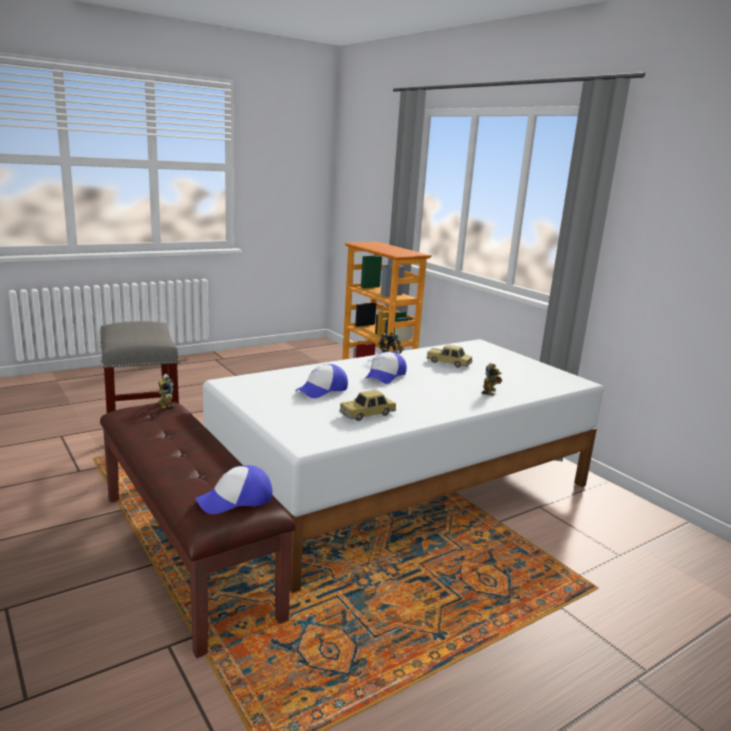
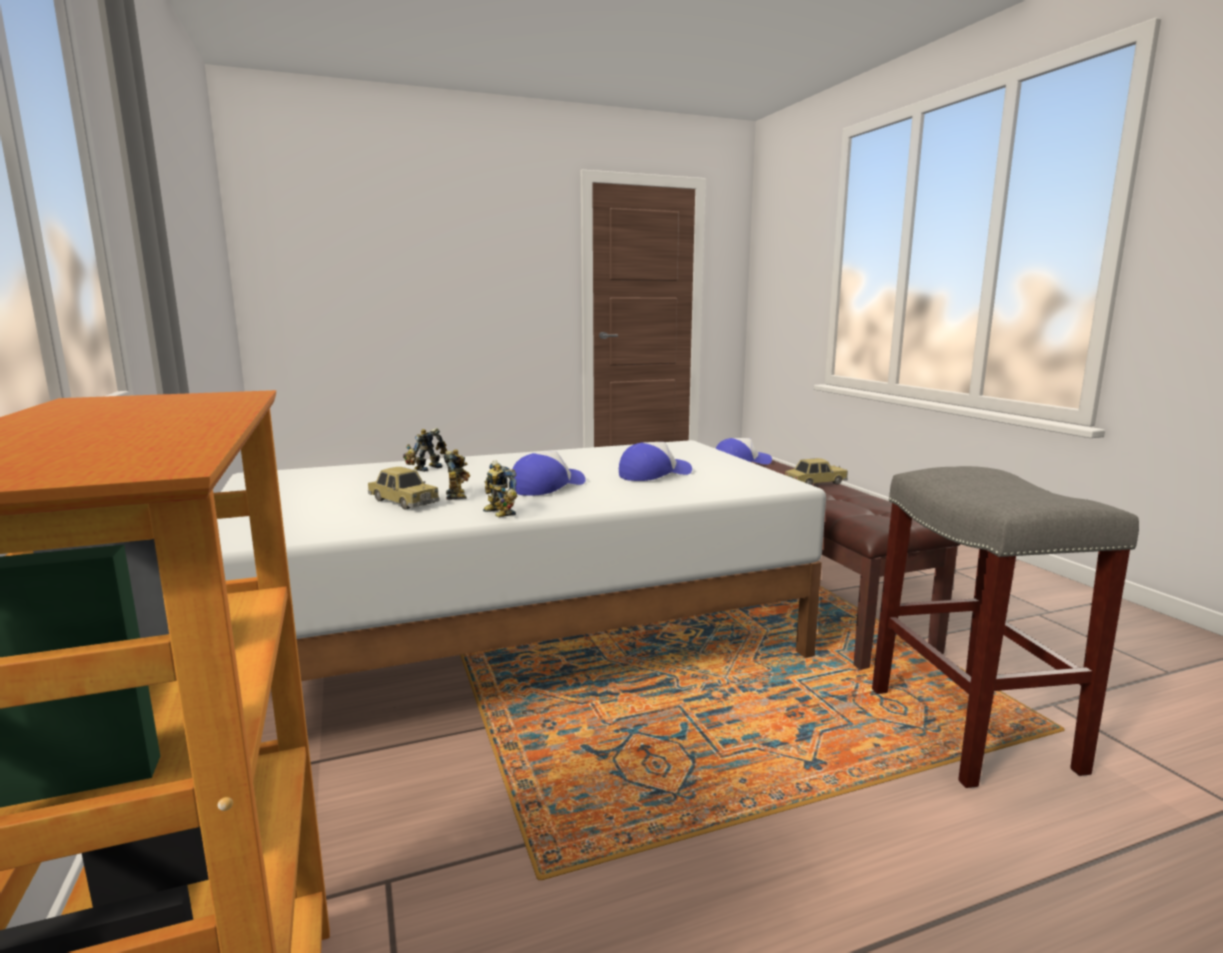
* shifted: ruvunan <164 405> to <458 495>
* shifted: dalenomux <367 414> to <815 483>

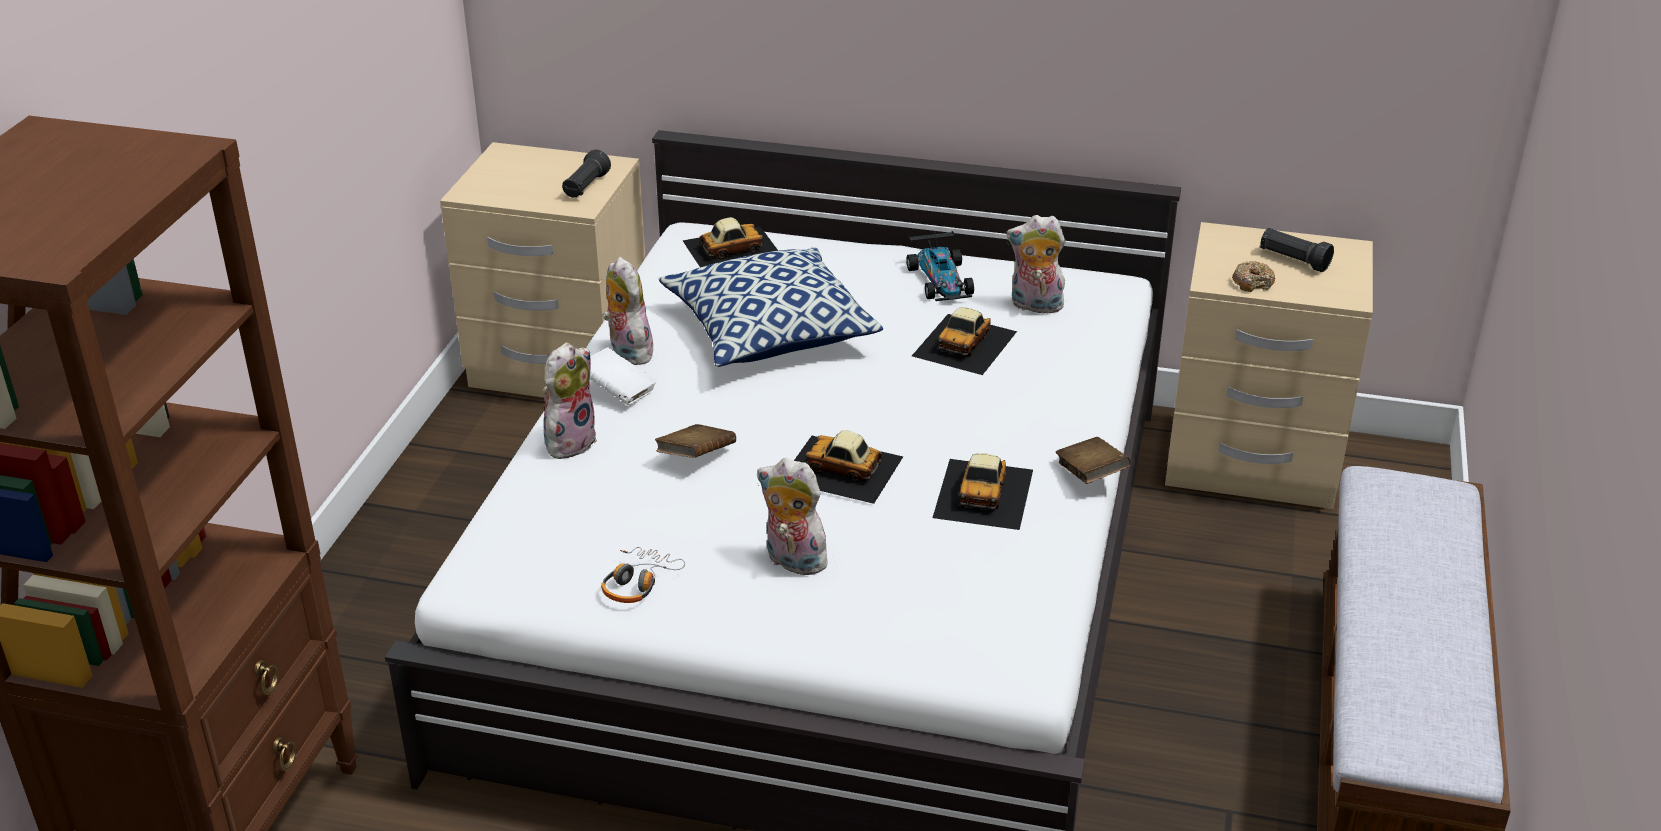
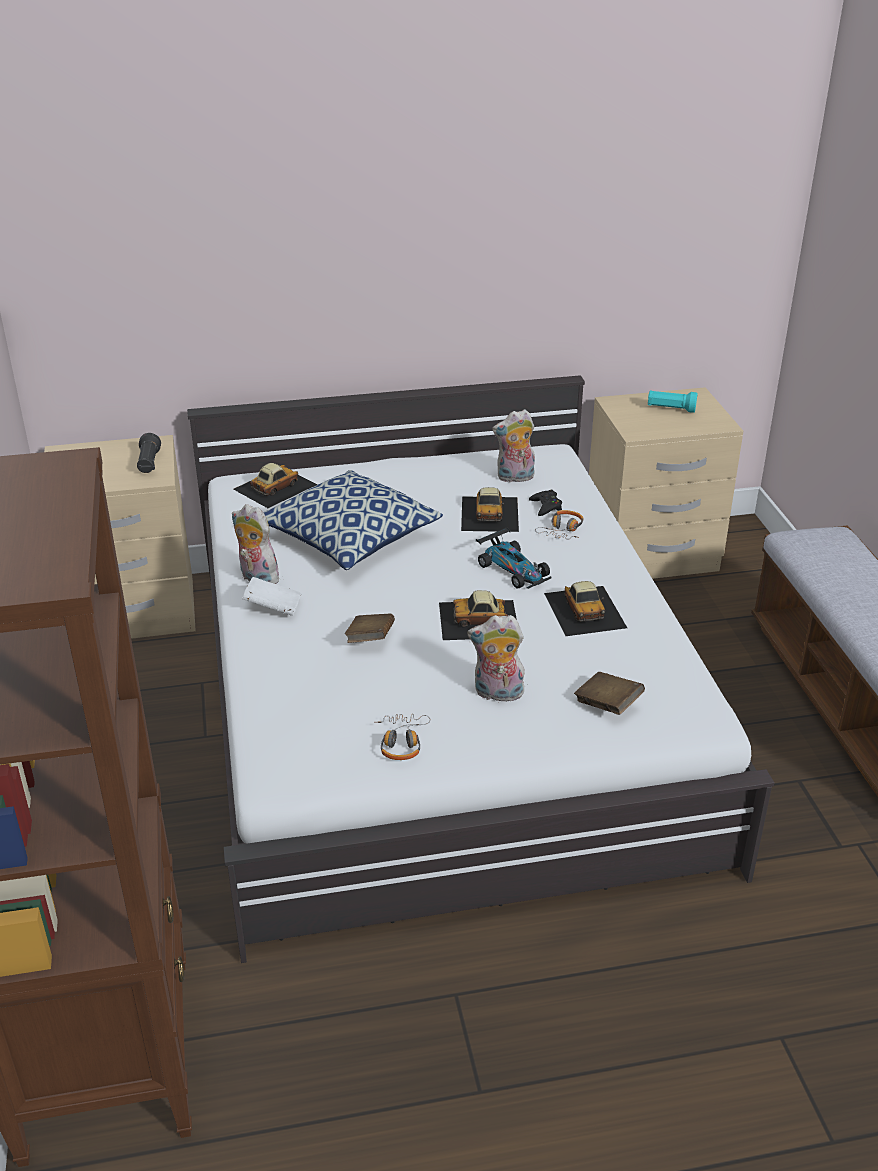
* gone: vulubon <570 441>
* shifted: dalenomux <941 280> to <513 569>
* shifted: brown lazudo <1090 475> to <607 705>
* gone: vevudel <1252 283>
* repainted: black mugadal <1293 260> to turquoise mugadal <670 409>
* new: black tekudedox <546 506>
* new: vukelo <562 530>

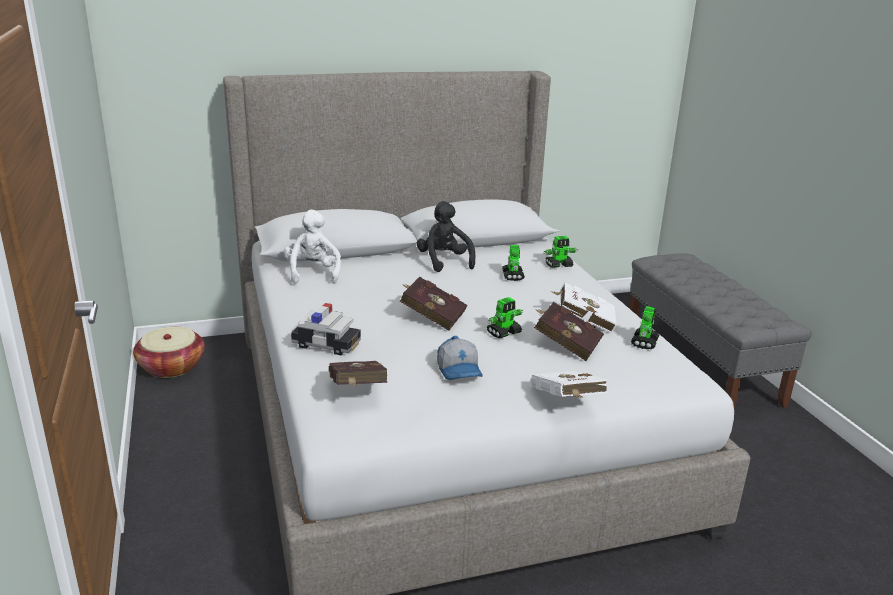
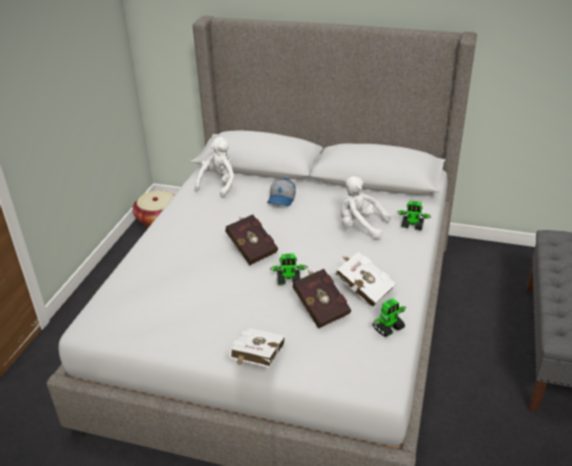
* gone: dalenomux <326 344>
* gone: red lazudo <357 391>
* gone: black vulubon <444 262>
* shifted: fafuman <460 370> to <282 199>
* swapped: ruvunan <512 276> to white vulubon <360 226>

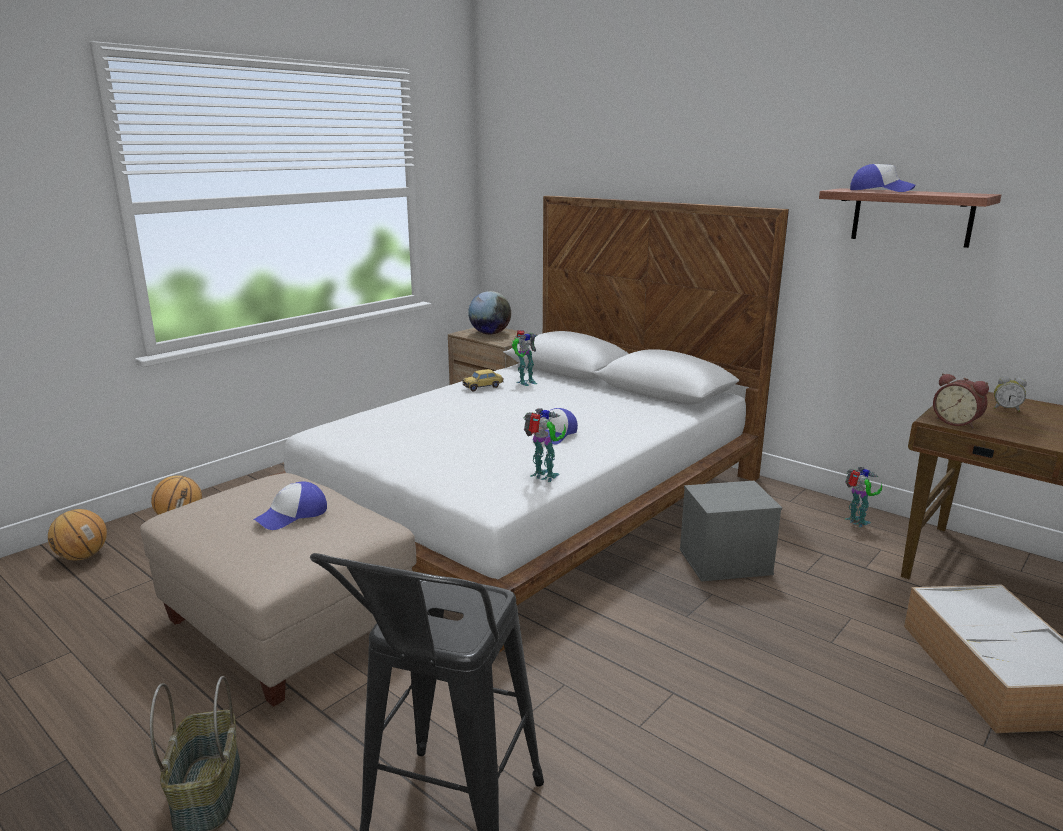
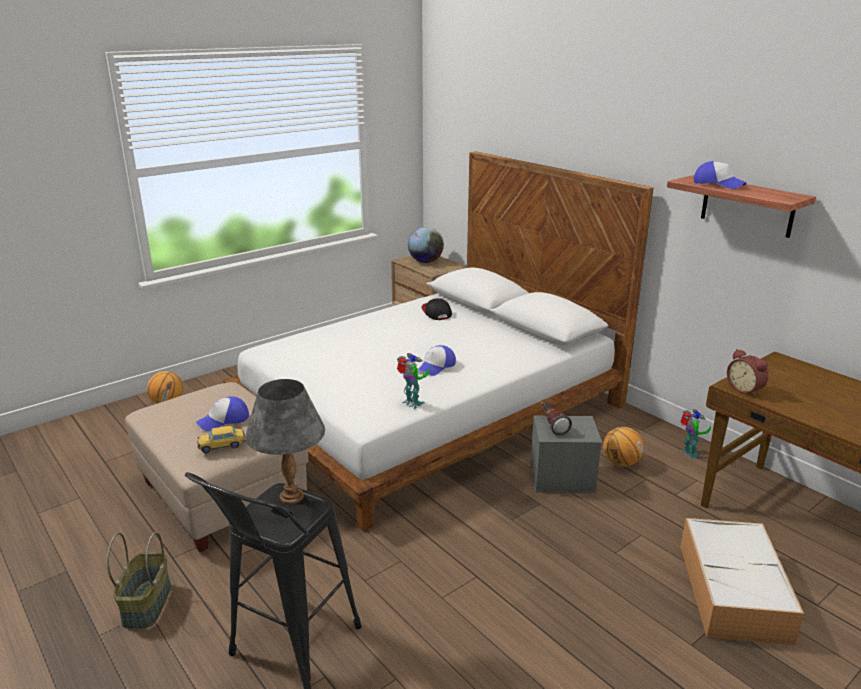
* shifted: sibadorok <82 556> to <620 463>
* shifted: dalenomux <483 387> to <222 446>
* swapped: ruvunan <525 382> to fafuman <436 312>
* gone: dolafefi <1006 409>
* new: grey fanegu <292 496>
* new: mugadal <551 424>

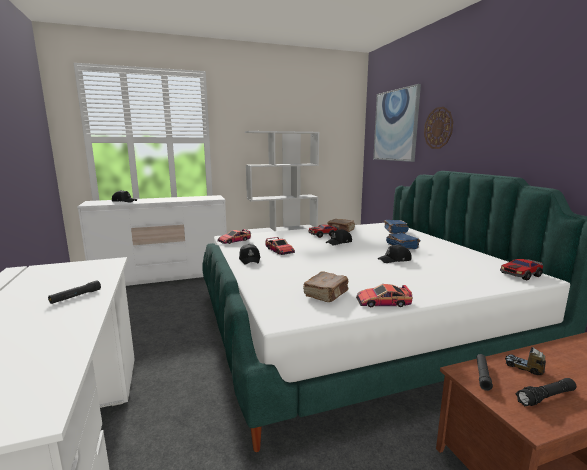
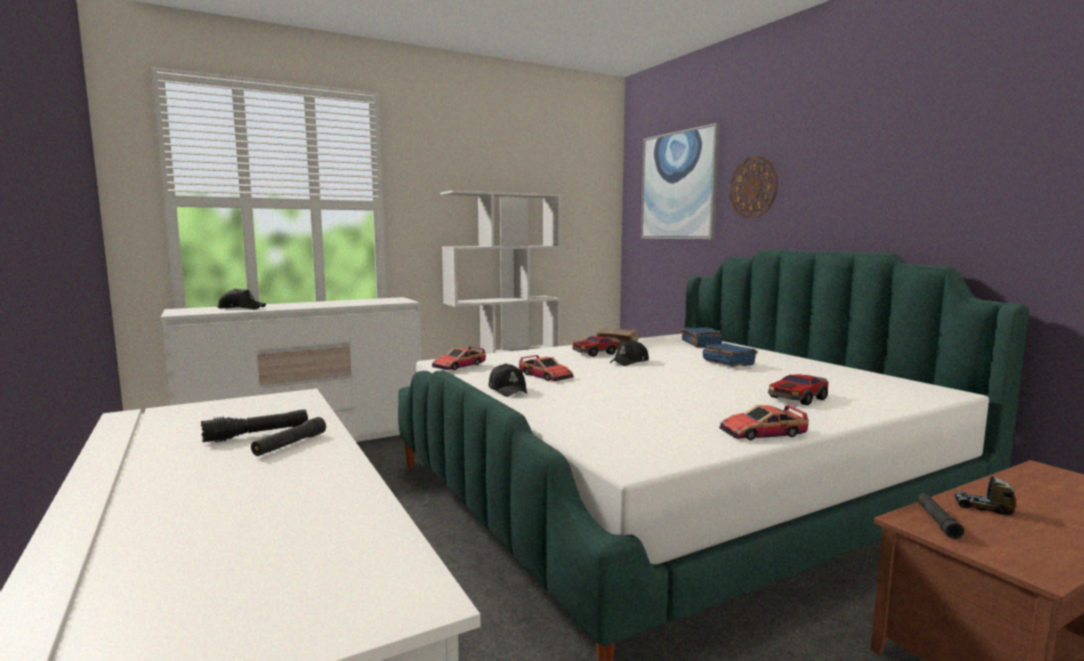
* gone: brown lazudo <326 294>
* gone: black fafuman <395 260>
* shifted: dalenomux <521 274> to <798 398>
* shifted: black mugadal <546 397> to <257 434>

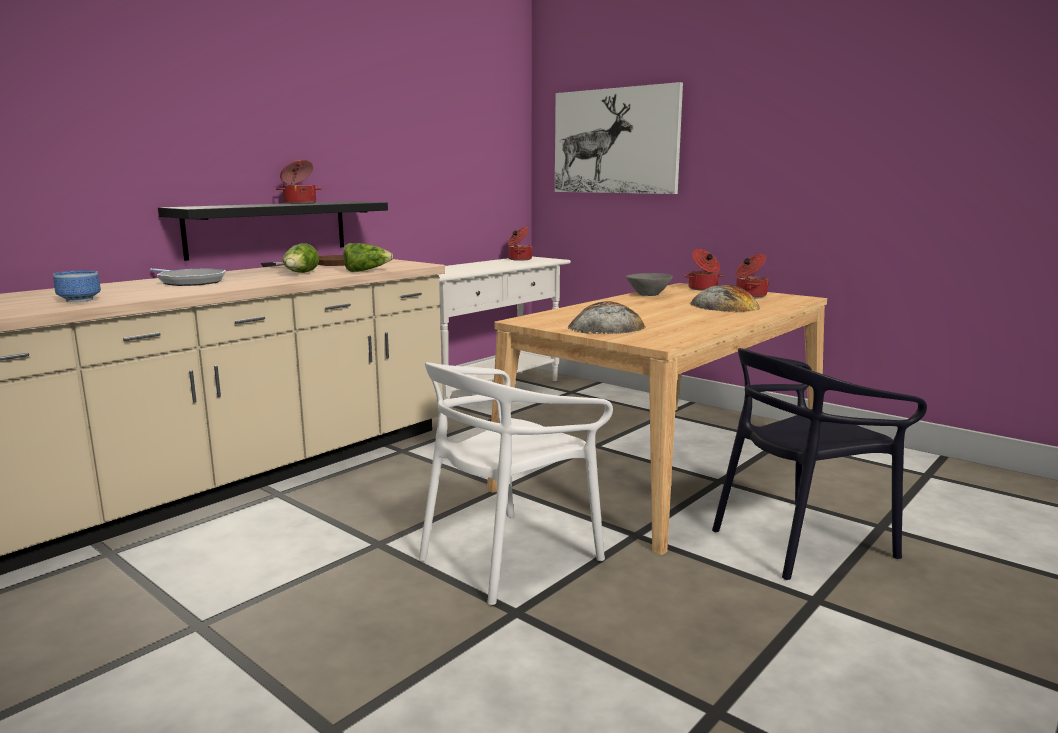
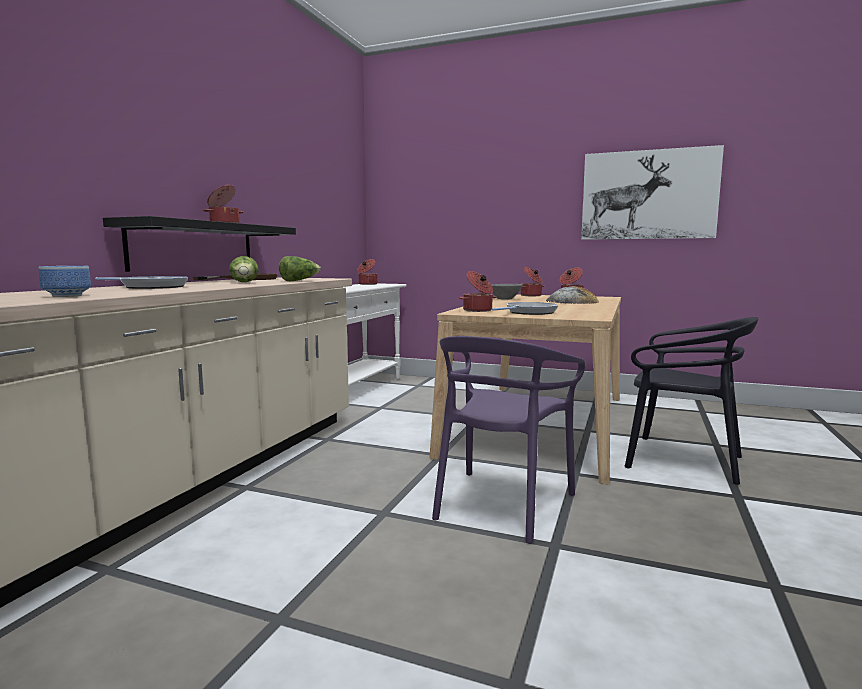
* repainted: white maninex <509 556> to purple maninex <502 504>
* shifted: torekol <615 141> to <648 195>
* swapped: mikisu <606 326> to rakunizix <528 312>
* rotated: black maninex <800 540> = <682 460> 105 degrees counterclockwise
* new: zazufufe <478 310>

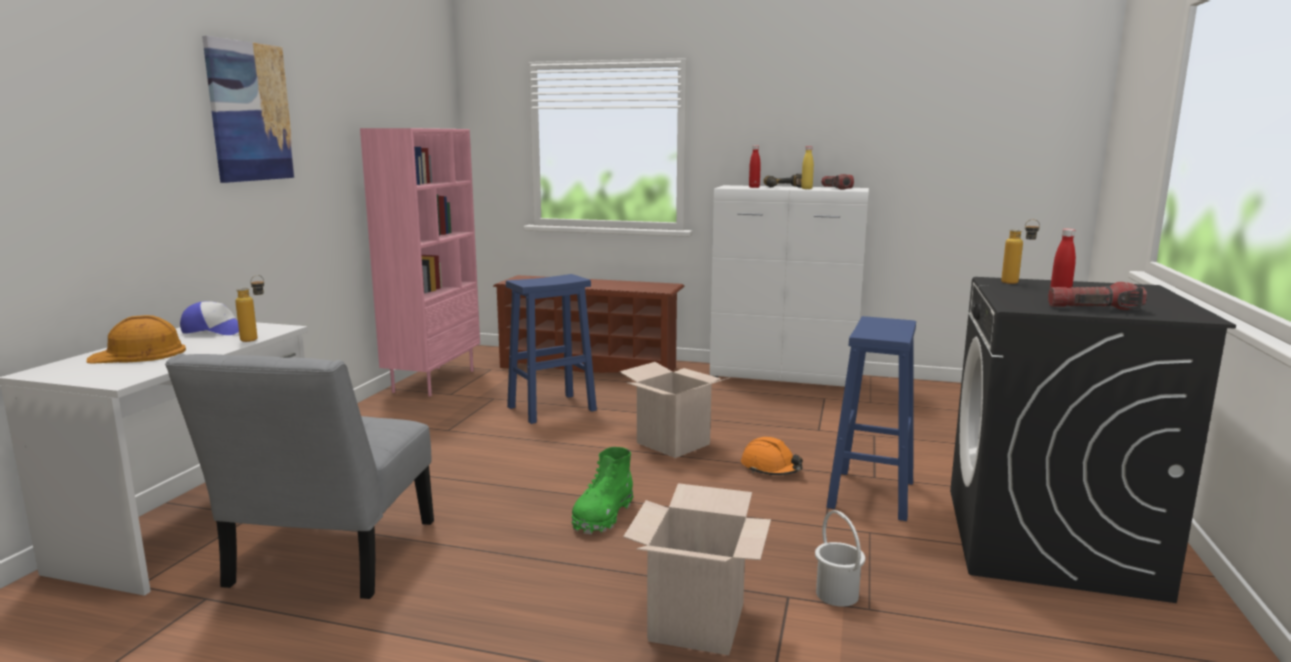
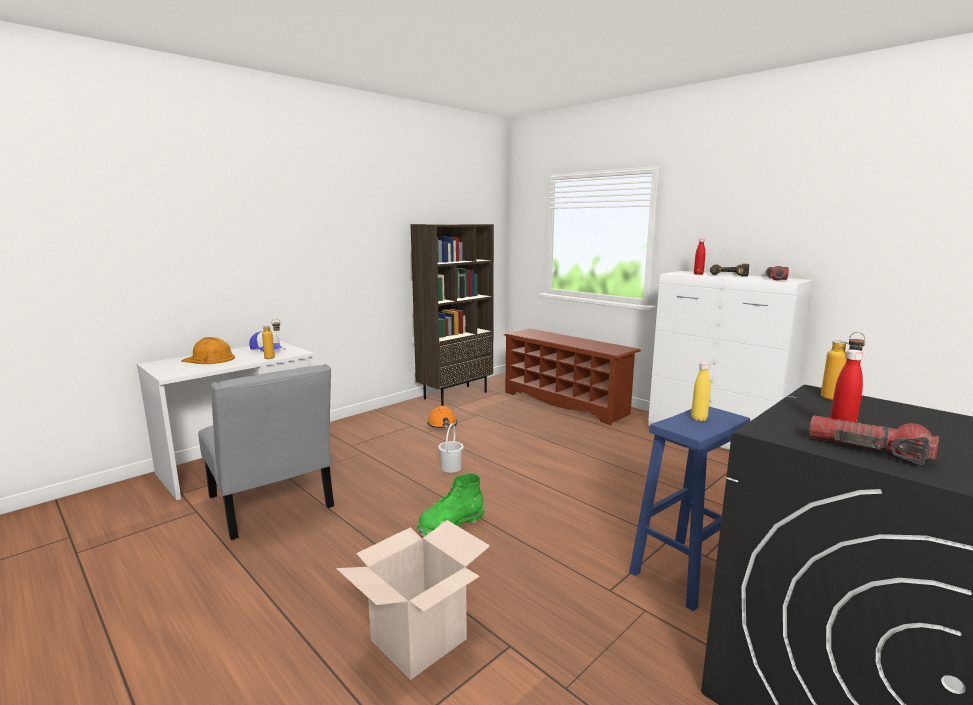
* rotated: grey maninex <328 559> = <272 505> 75 degrees counterclockwise
* gone: torekol <250 112>
* repainted: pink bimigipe <433 381> to brown bimigipe <455 395>
* gone: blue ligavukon <553 408>
* gone: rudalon <673 443>
* shifted: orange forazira <770 468> to <442 424>
* shifted: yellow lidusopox <806 188> to <699 419>
* shifted: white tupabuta <837 594> to <451 467>

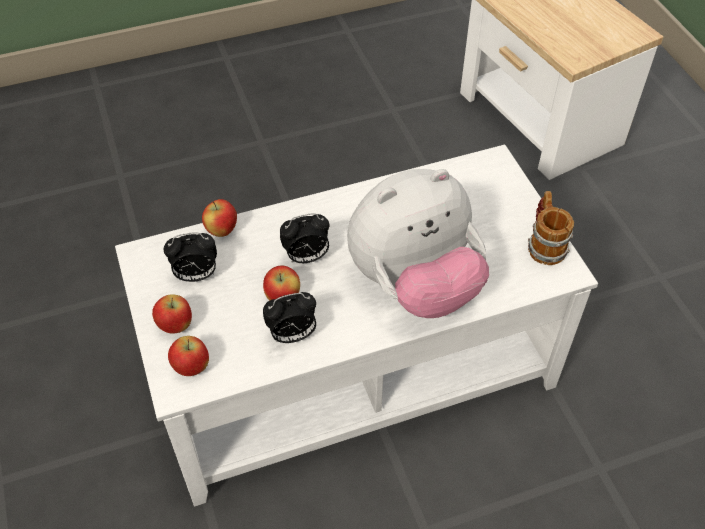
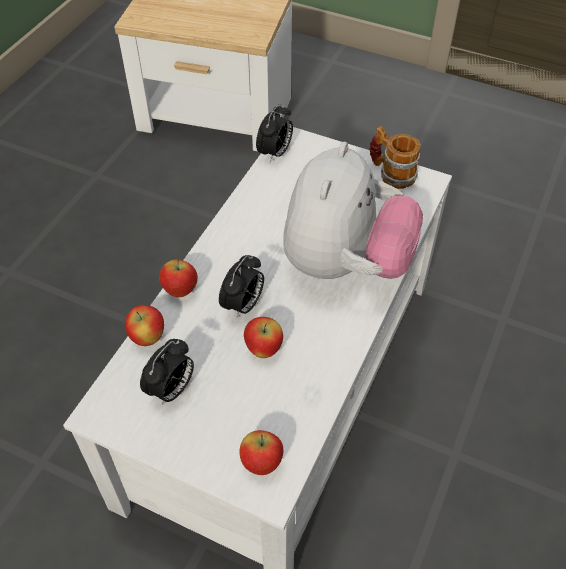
* shifted: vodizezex <175 326> to <180 290>
* shifted: dolafefi <292 335> to <275 153>

